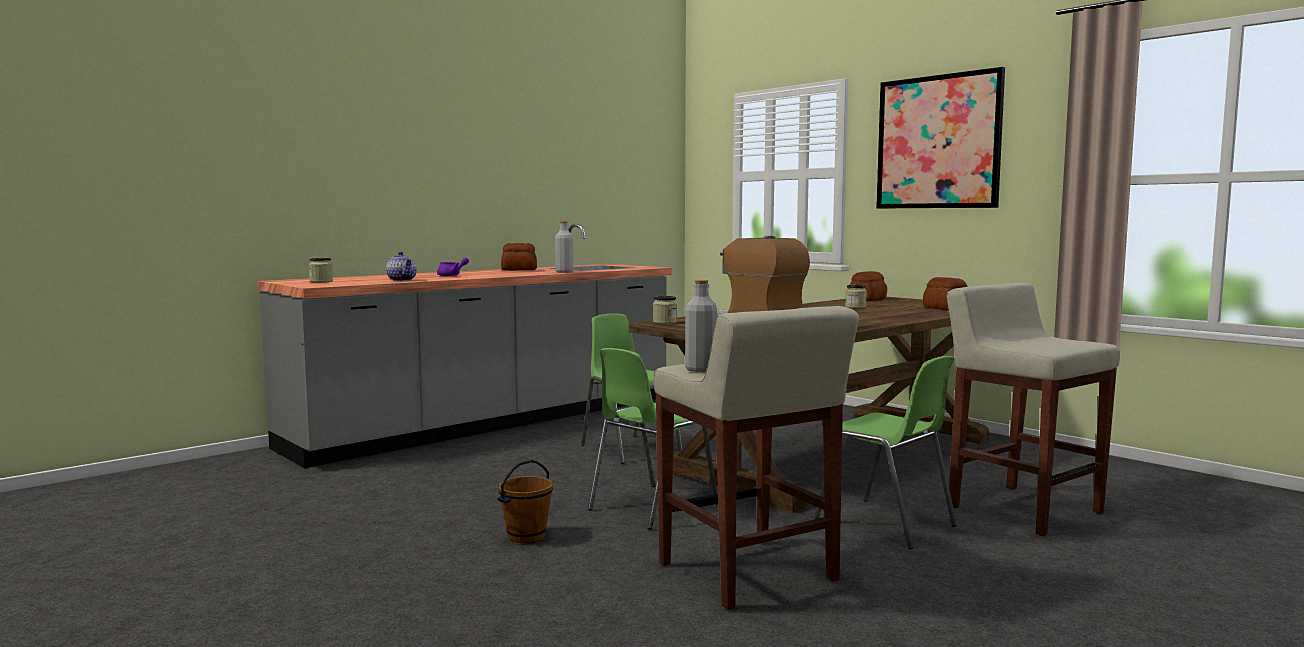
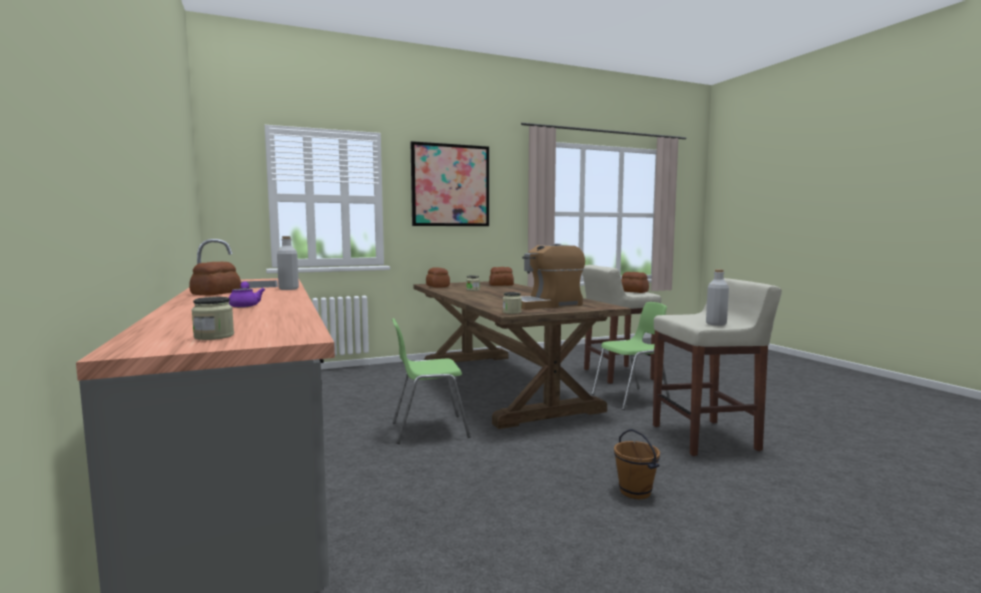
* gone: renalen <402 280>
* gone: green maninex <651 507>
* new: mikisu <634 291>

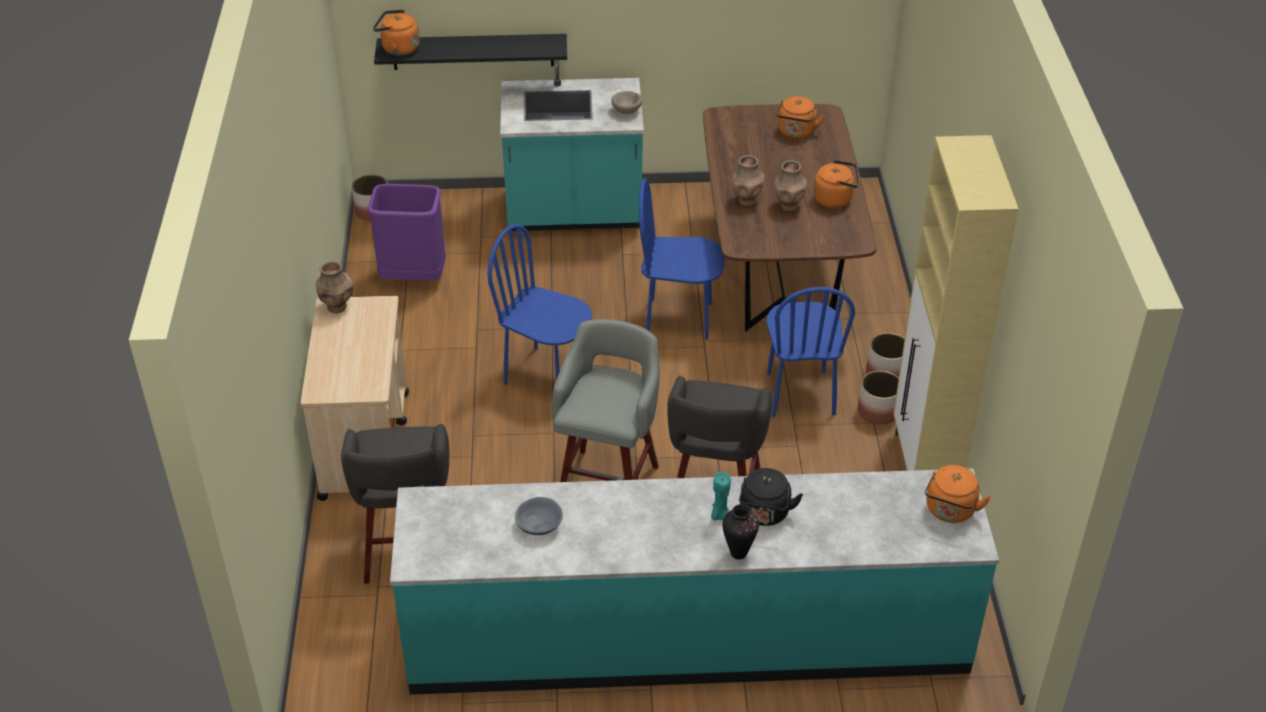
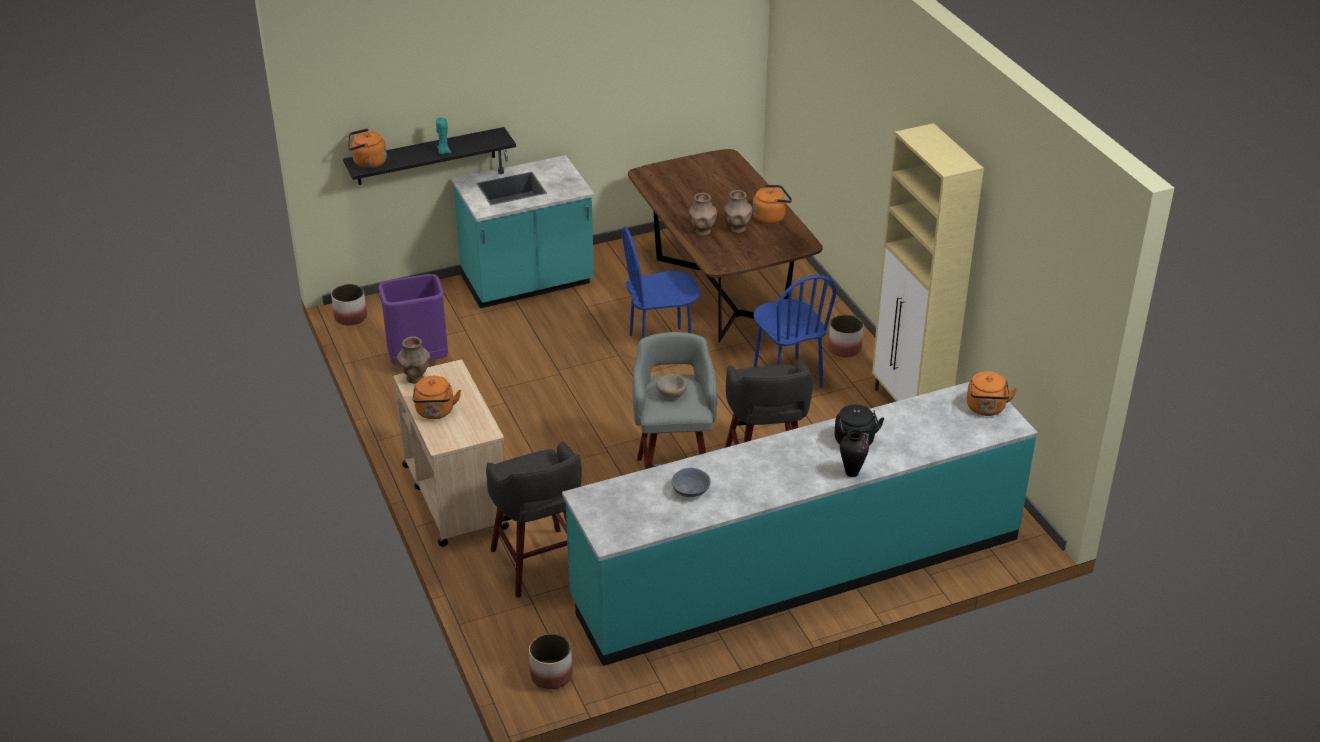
* gone: blue maninex <546 375>
* shifted: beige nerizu <627 110> to <671 393>
* shifted: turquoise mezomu <719 515> to <443 152>
* shifted: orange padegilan <796 133> to <435 412>
* shifted: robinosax <878 412> to <551 675>

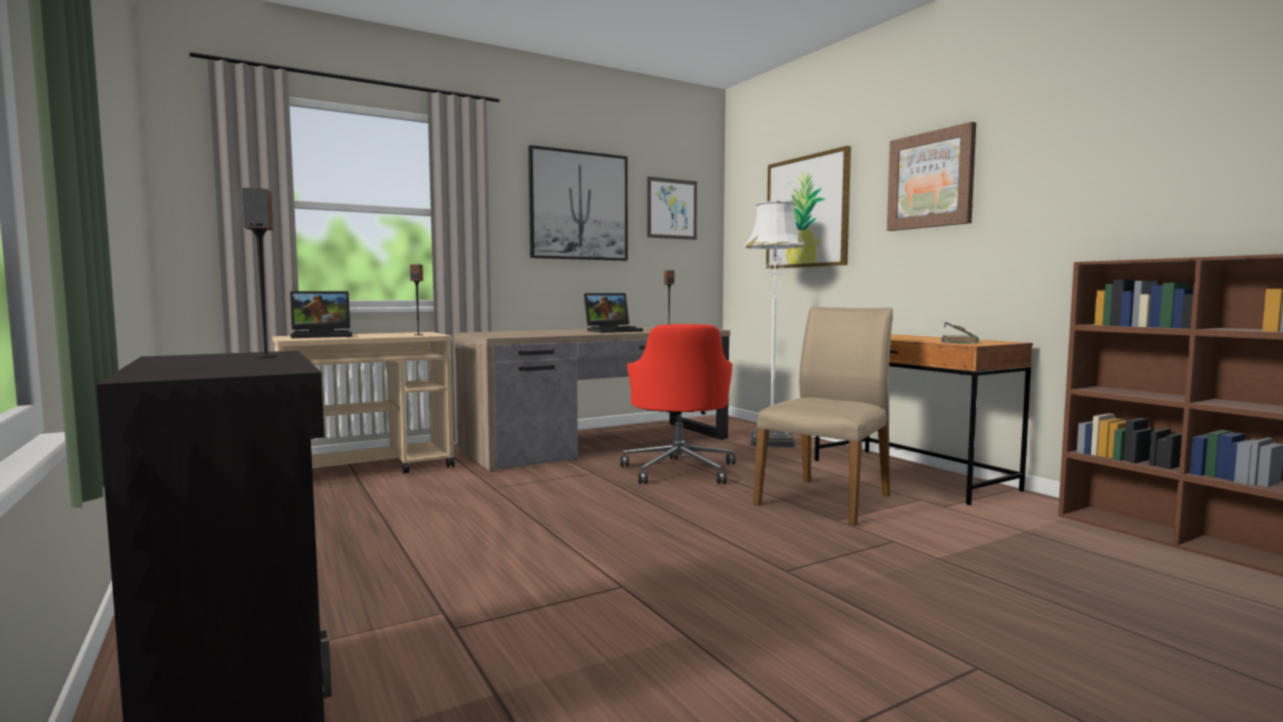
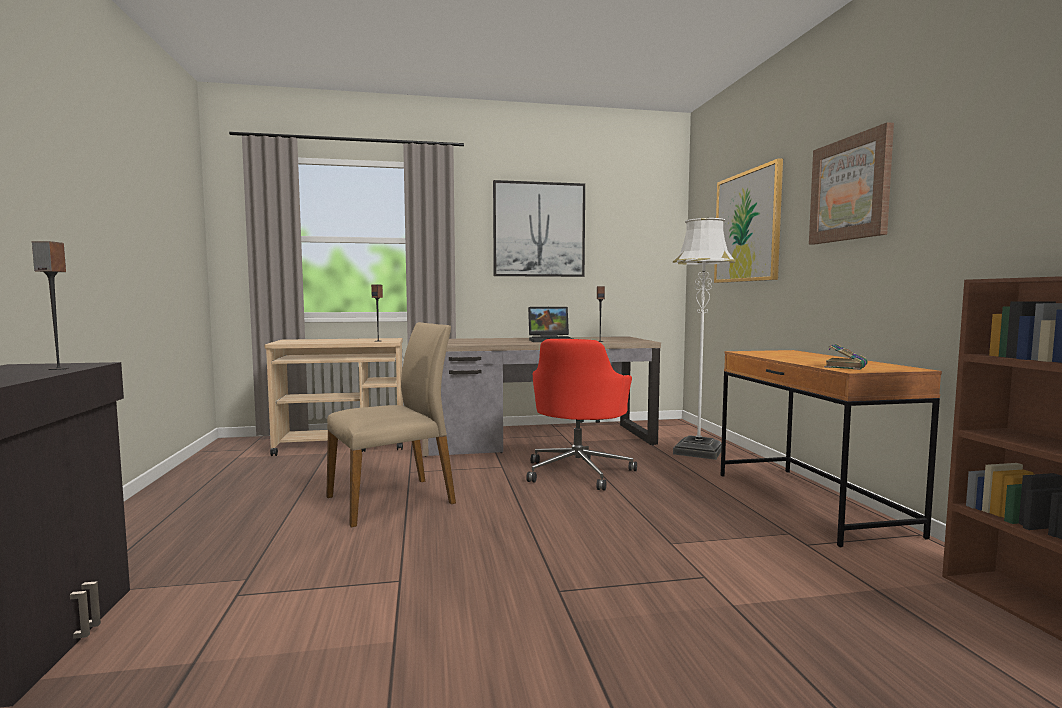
* gone: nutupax <323 335>
* gone: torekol <671 209>
* shifted: beige maninex <826 499> to <392 500>

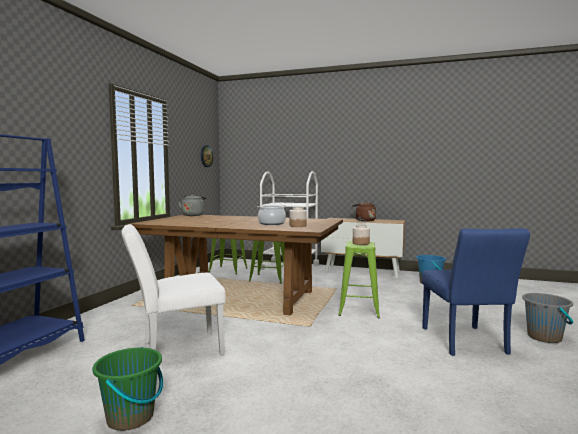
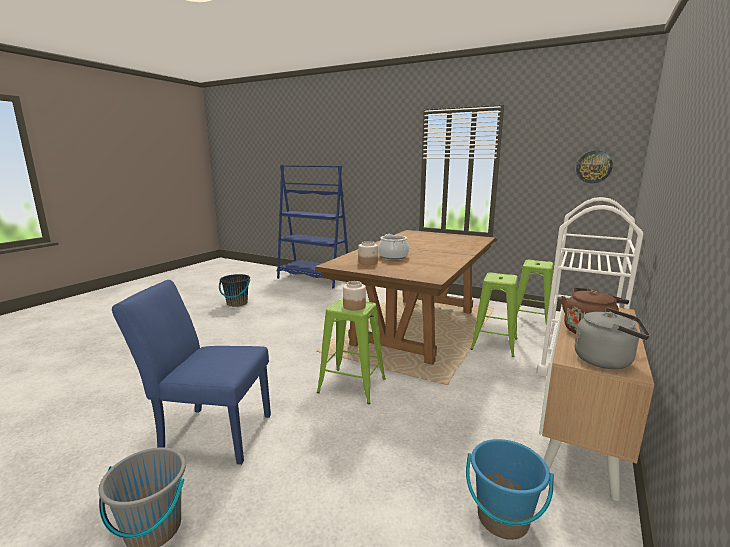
* repainted: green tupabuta <131 417> to black tupabuta <237 303>
* gone: white maninex <175 349>
* shifted: grey padegilan <193 215> to <606 360>

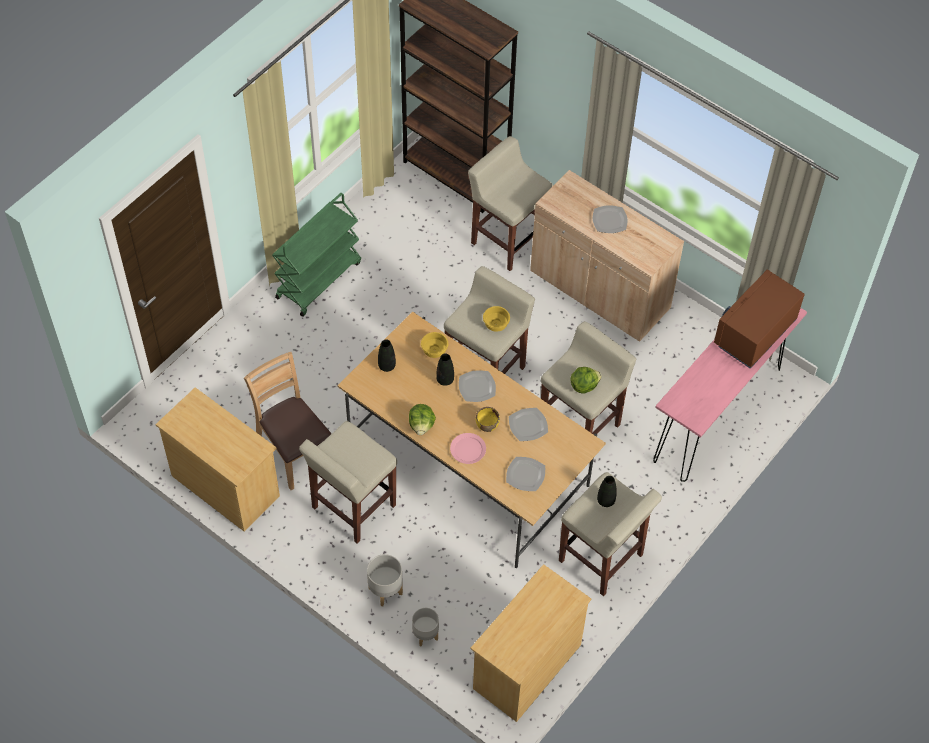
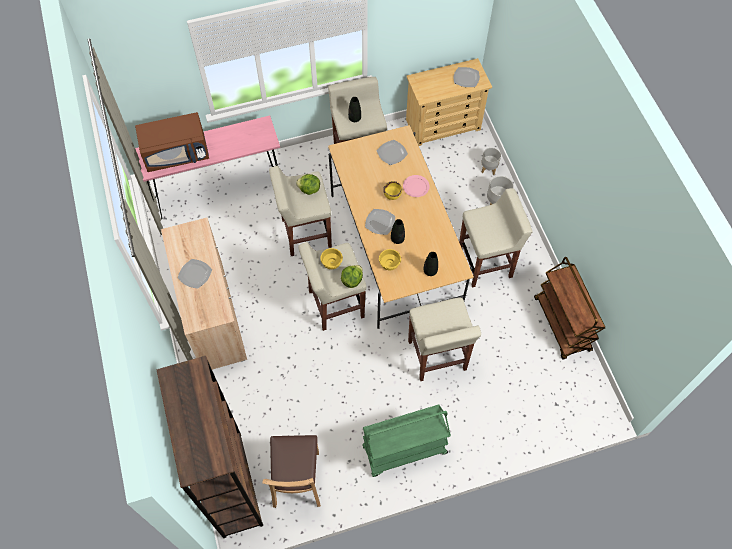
* swapped: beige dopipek <225 485> to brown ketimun <562 324>
* shifted: brown maninex <294 453> to <297 480>
* shifted: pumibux <421 425> to <352 280>
* shifted: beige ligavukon <507 240> to <437 356>
* shifted: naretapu <528 425> to <466 78>

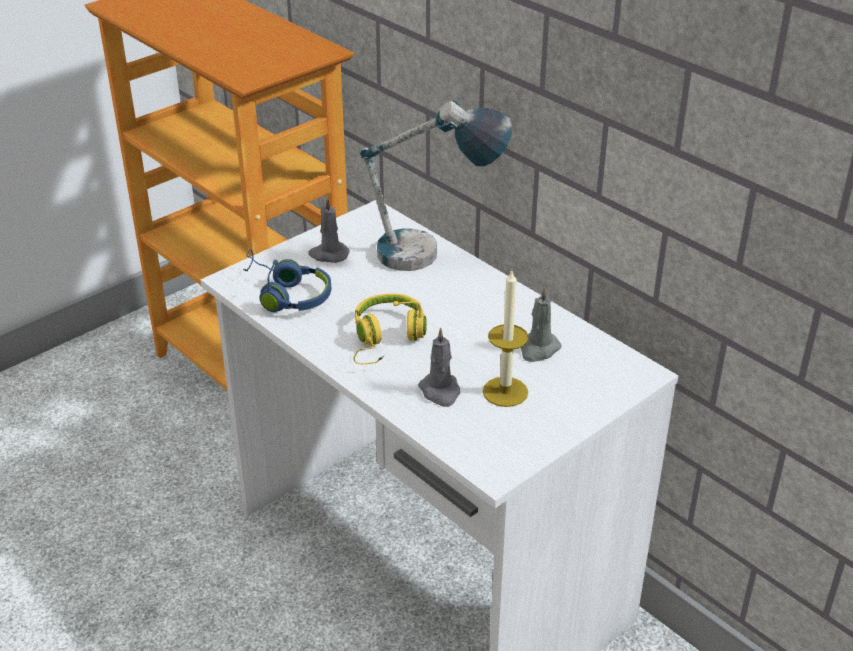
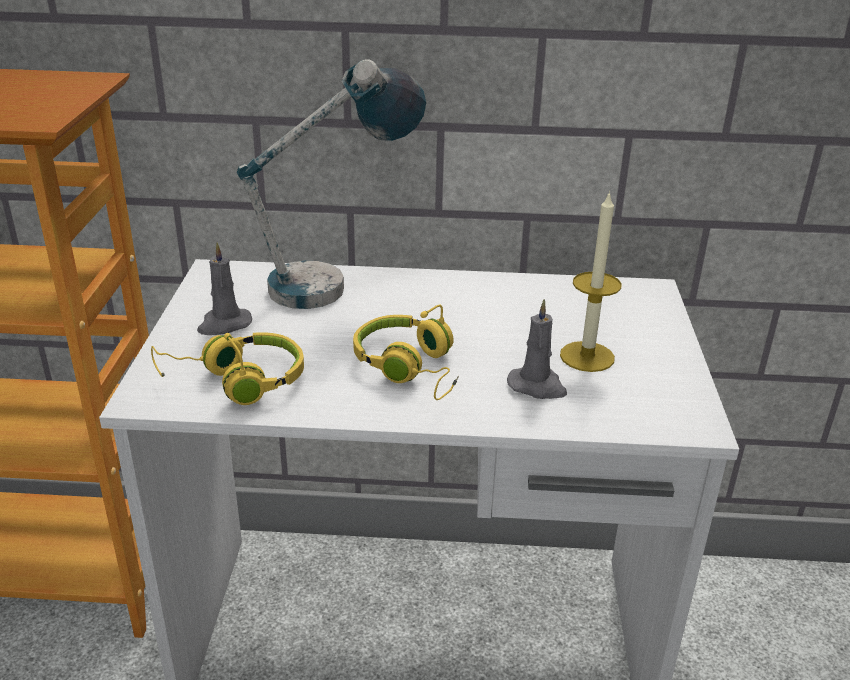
* repainted: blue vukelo <285 294> to yellow vukelo <235 381>
* gone: grey mezomu <538 349>

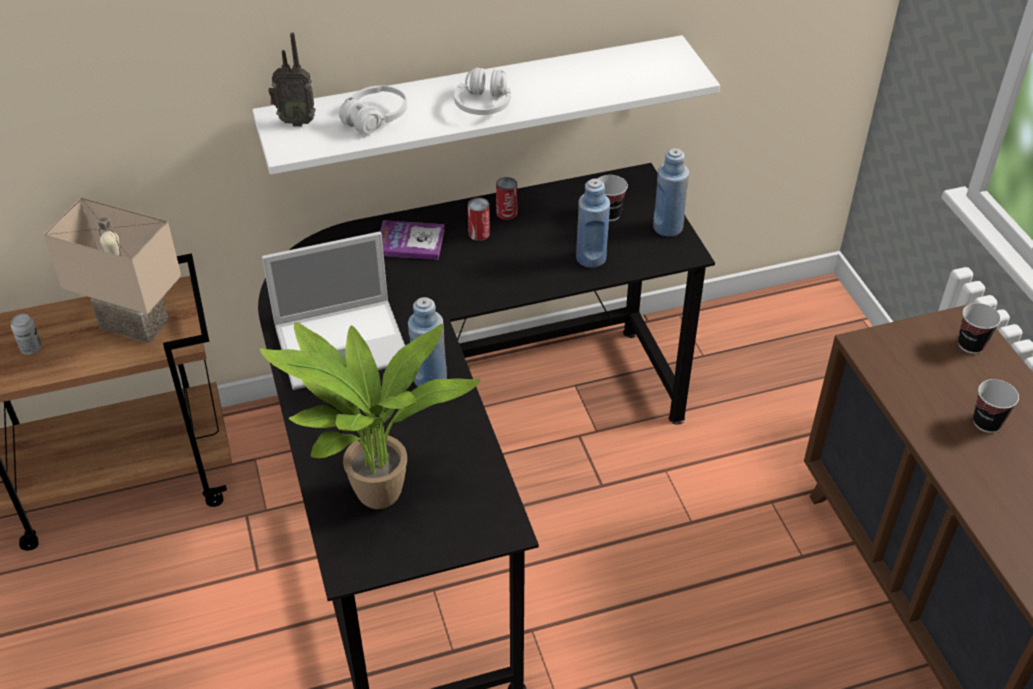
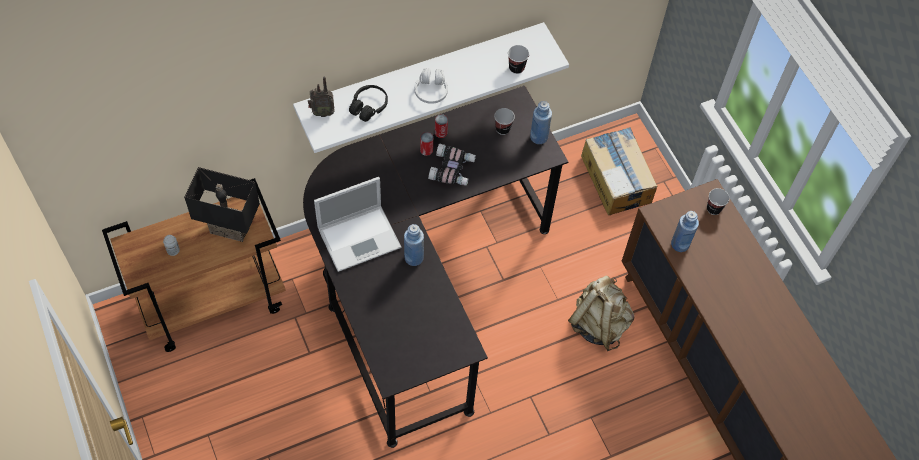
* repainted: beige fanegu <137 322> to black fanegu <231 227>
* gone: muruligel <378 501>
* repainted: white vukelo <375 118> to black vukelo <368 107>
* gone: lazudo <410 242>
* shifted: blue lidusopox <591 258> to <680 244>
* shifted: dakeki <987 422> to <516 68>
* new: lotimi <453 169>
* new: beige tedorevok <598 324>
* new: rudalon <616 178>

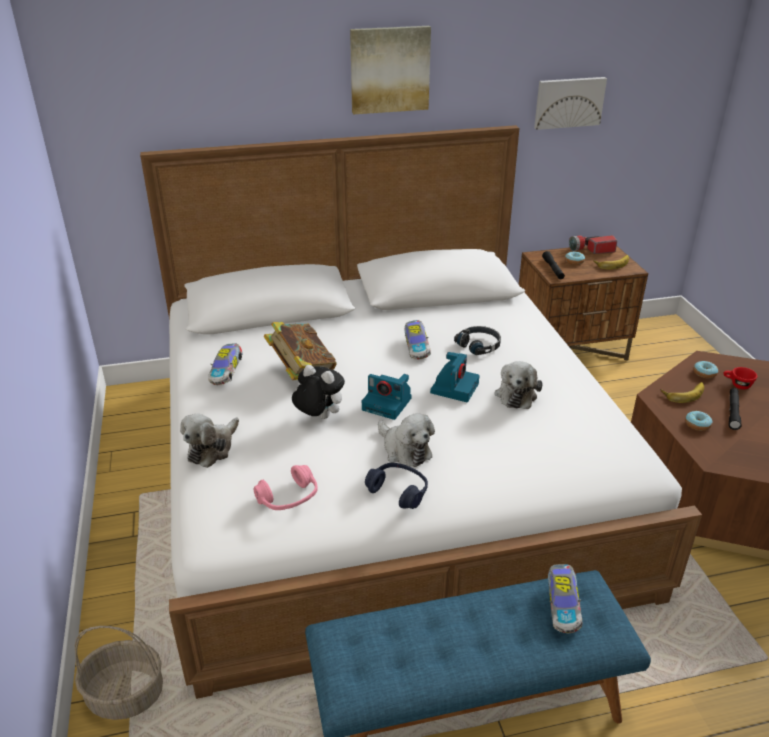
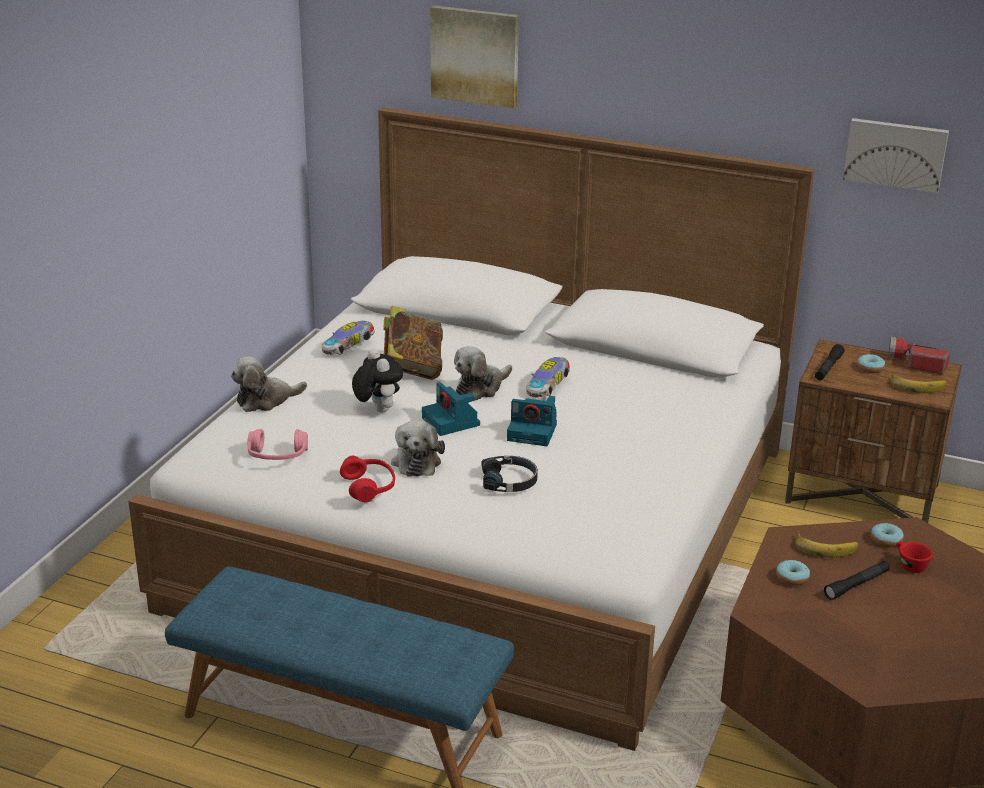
* gone: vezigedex <125 695>
* shifted: torekol <389 69> to <475 56>
* repainted: blue vukelo <398 491> to red vukelo <369 487>
* rotated: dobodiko <454 387> = <533 432> 45 degrees clockwise
* shifted: black vukelo <479 345> to <509 481>
* shifted: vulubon <516 394> to <481 387>
* gone: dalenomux <562 604>

